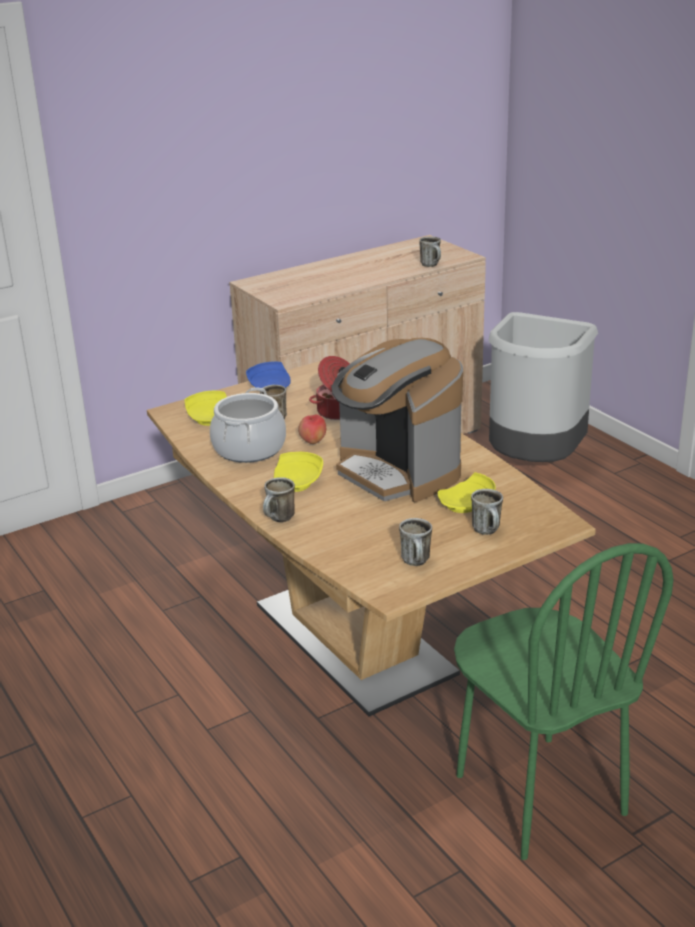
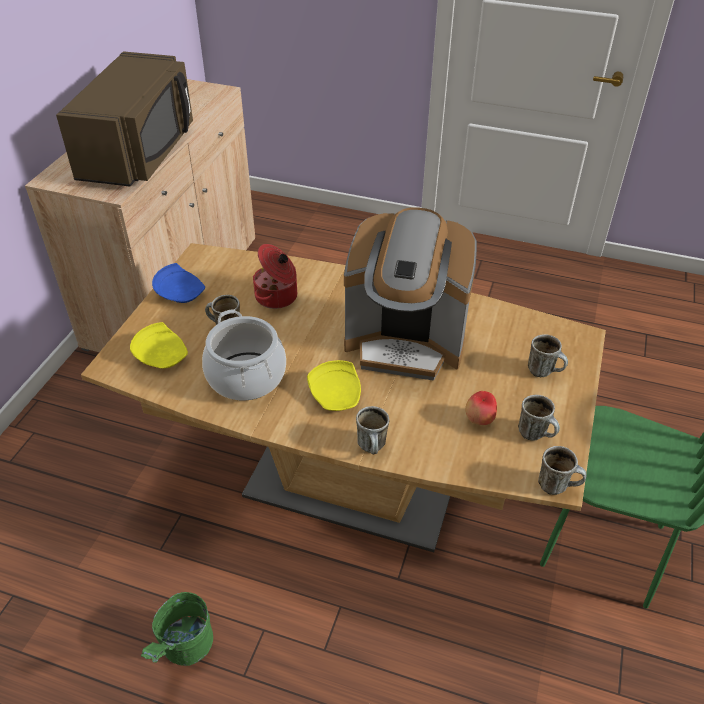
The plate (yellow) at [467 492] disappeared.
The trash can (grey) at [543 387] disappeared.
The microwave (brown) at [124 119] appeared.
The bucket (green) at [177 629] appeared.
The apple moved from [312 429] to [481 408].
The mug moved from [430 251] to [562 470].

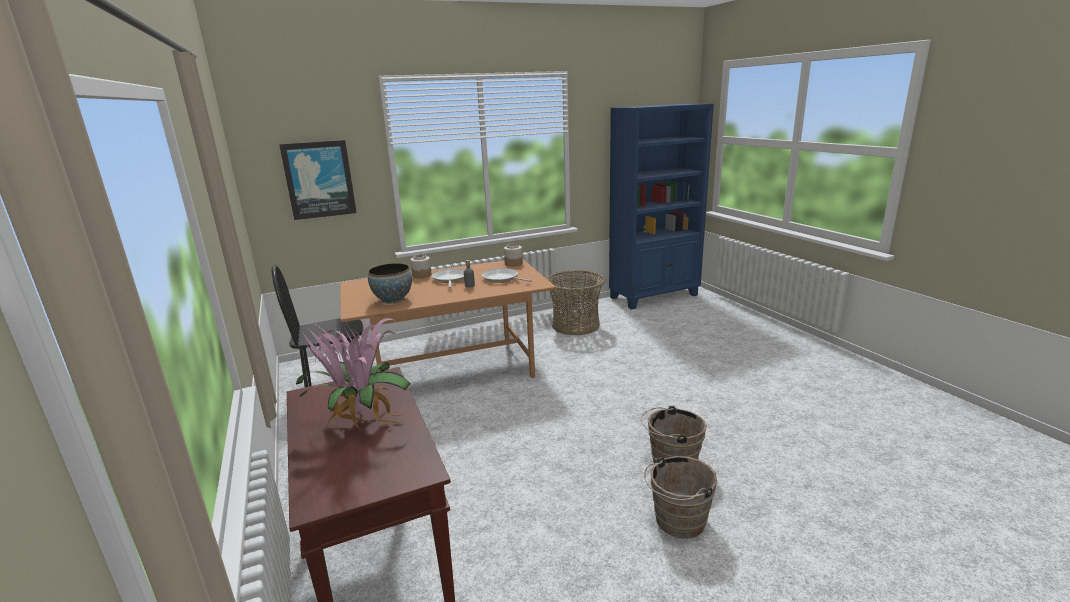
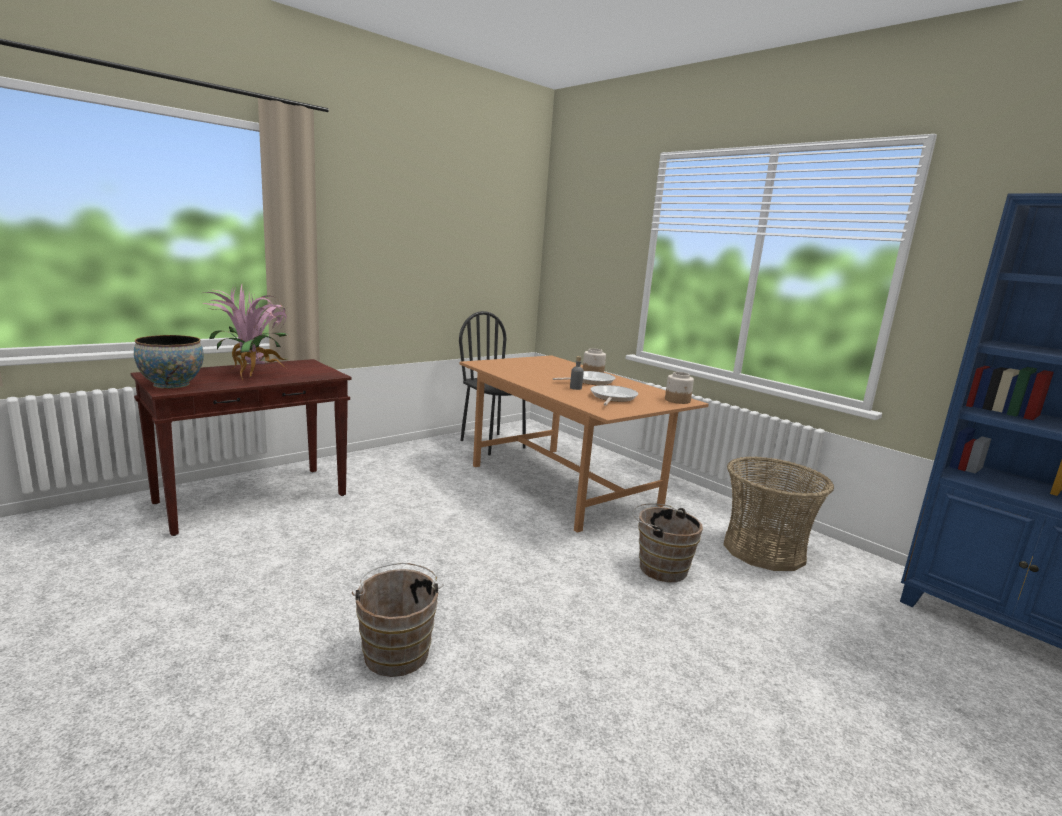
The picture at [318 180] disappeared.
The bowl moved from [390 283] to [169 362].
The bucket (brown) moved from [680 497] to [668 542].

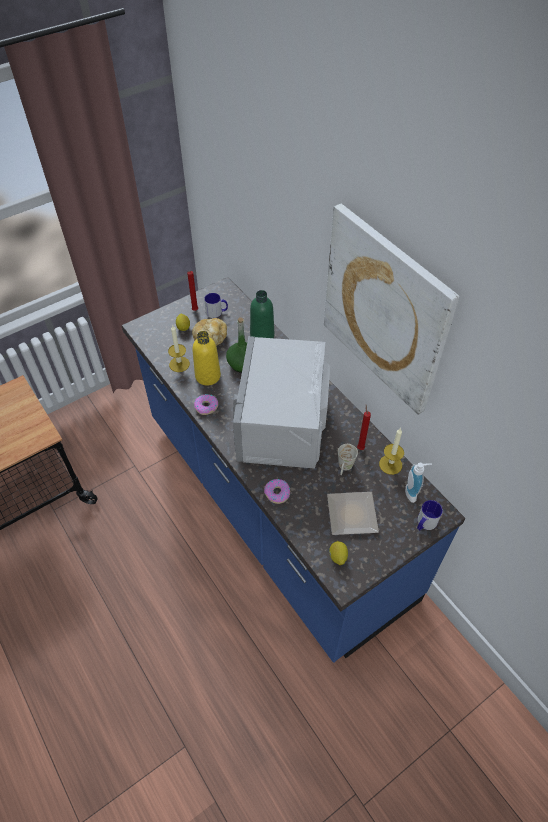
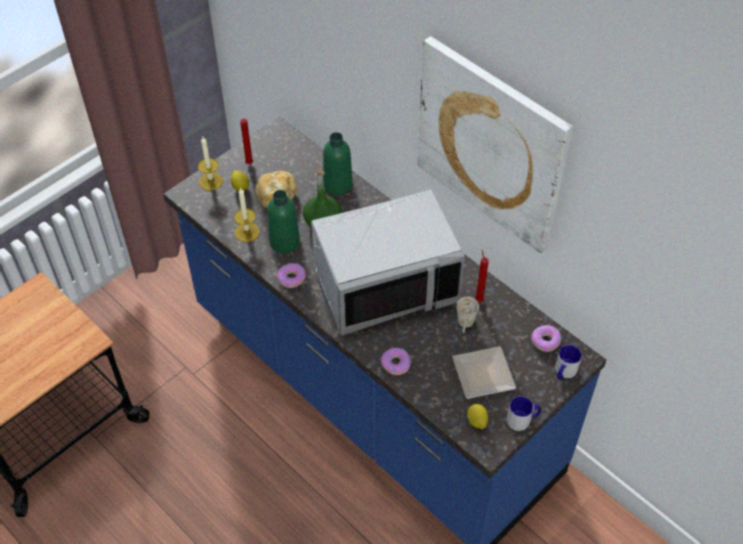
The mug moved from [216 305] to [524 413].
The candle moved from [391 451] to [210 164].
The soap dispenser at [418 483] was replaced by the donut at [546 338].
The bottle (yellow) at [206 358] became the bottle (green) at [283 221].
The microwave (grey) at [281 402] turned 105 degrees counterclockwise.

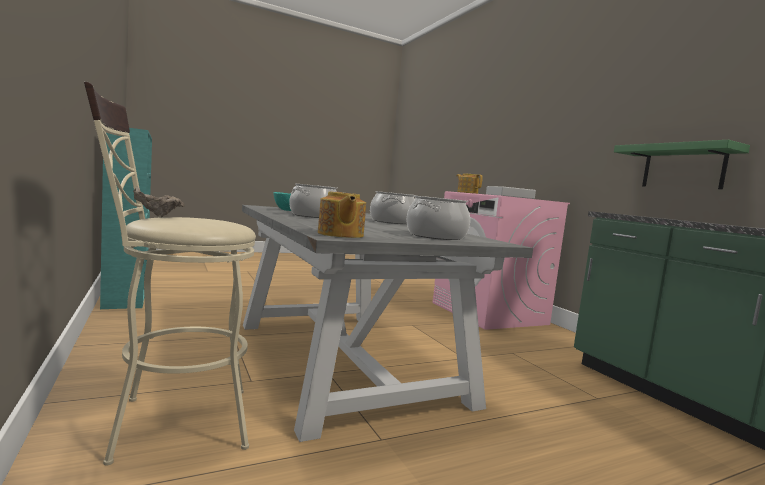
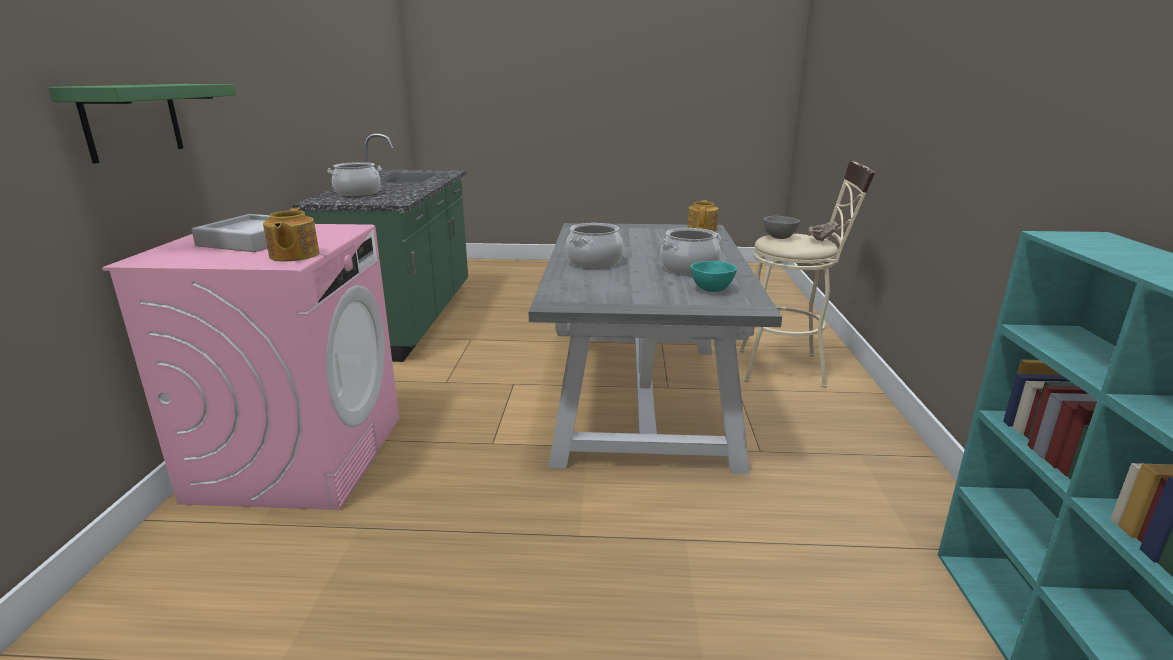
The bowl (grey) at [782 227] appeared.
The cooking pot moved from [438 218] to [354 179].
The shelf (green) moved from [682 164] to [142 124].

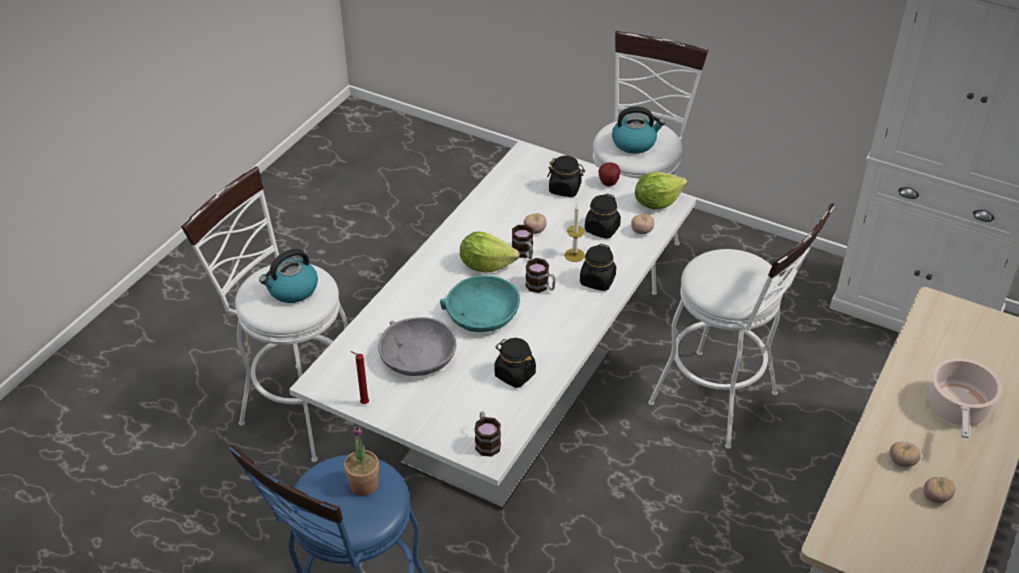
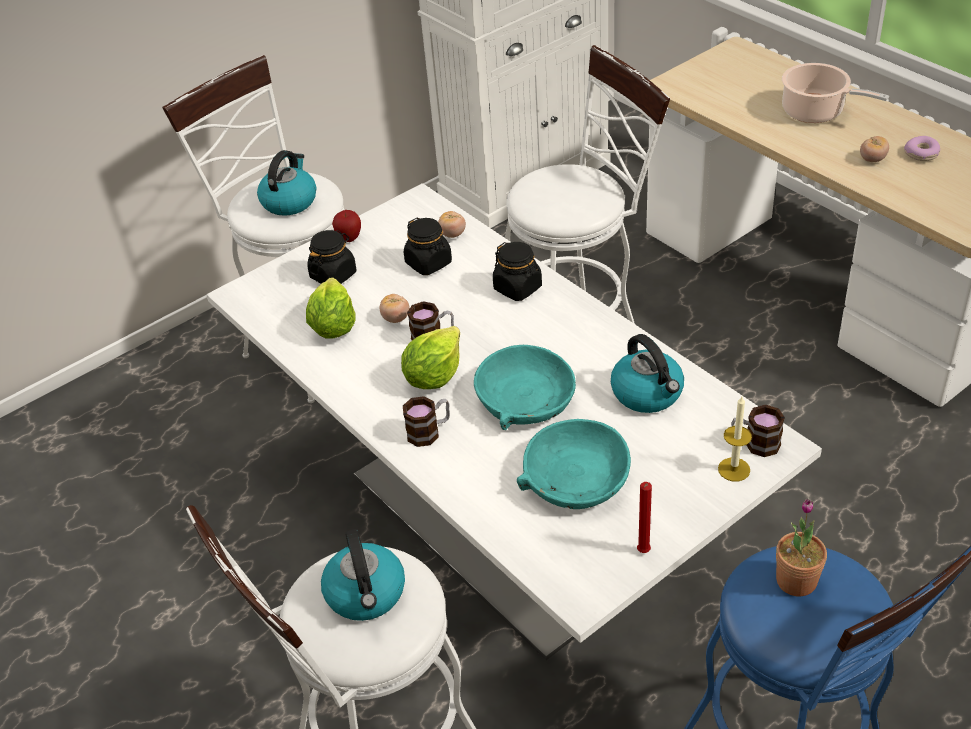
The mug moved from [540 275] to [426 421].
The candle moved from [575 233] to [735 438].
The lettuce moved from [661 190] to [331 308].
The jar (black) at [515 363] was replaced by the kettle at [647 373].
The tomato at [939 490] was replaced by the donut at [922 148].
The bowl (grey) at [417 346] became the bowl (turquoise) at [574 464].

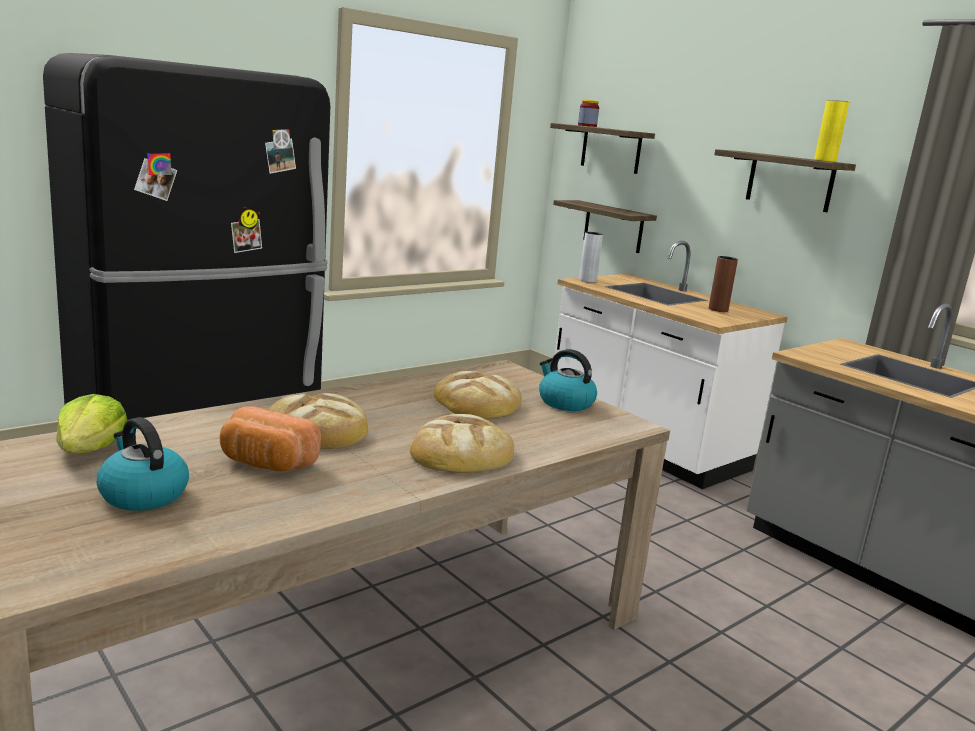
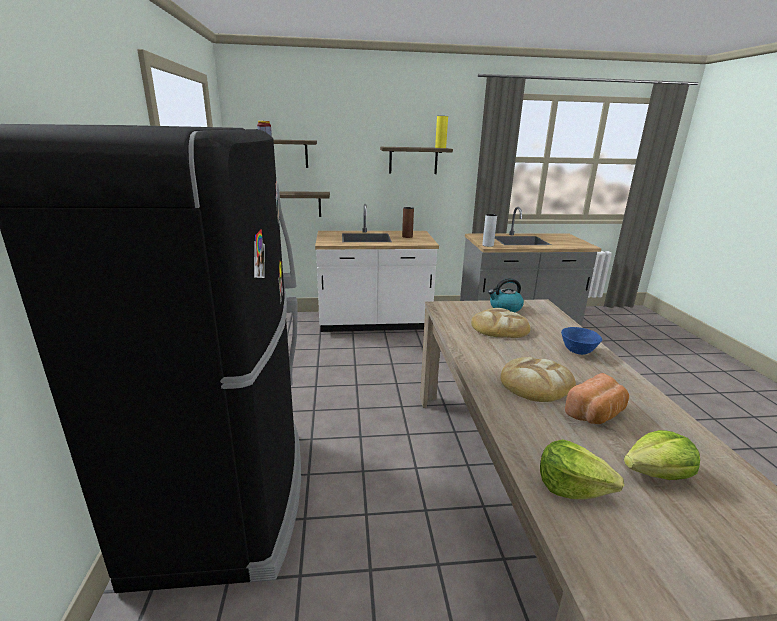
The vase (grey) moved from [591 257] to [489 230].
The kettle at [143 464] was replaced by the lettuce at [662 455].
The bread at [462 443] was replaced by the bowl (blue) at [581 341].

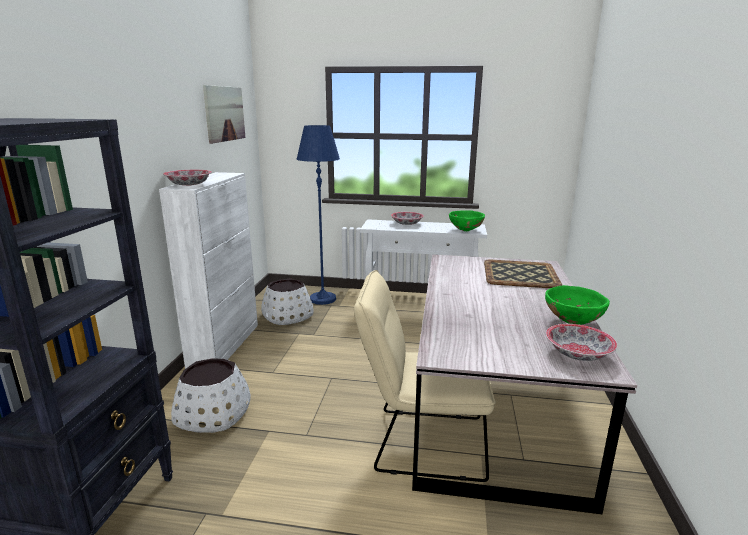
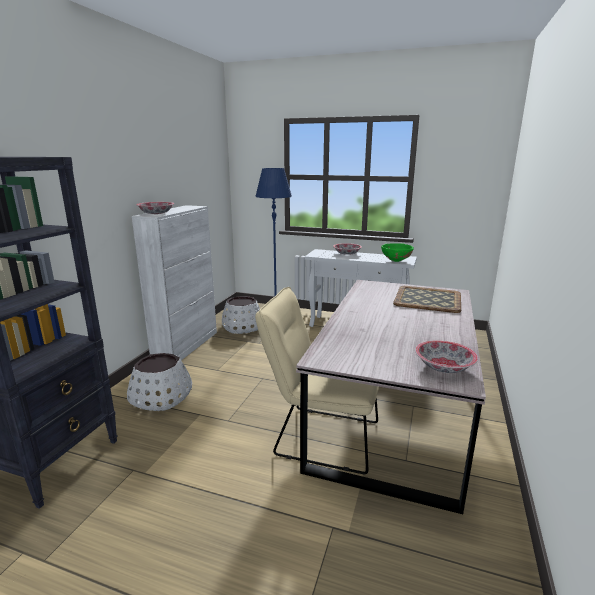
The picture at [224 114] disappeared.
The bowl (green) at [577 305] disappeared.

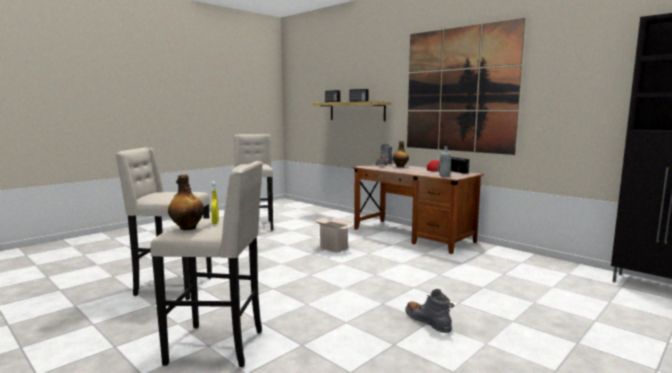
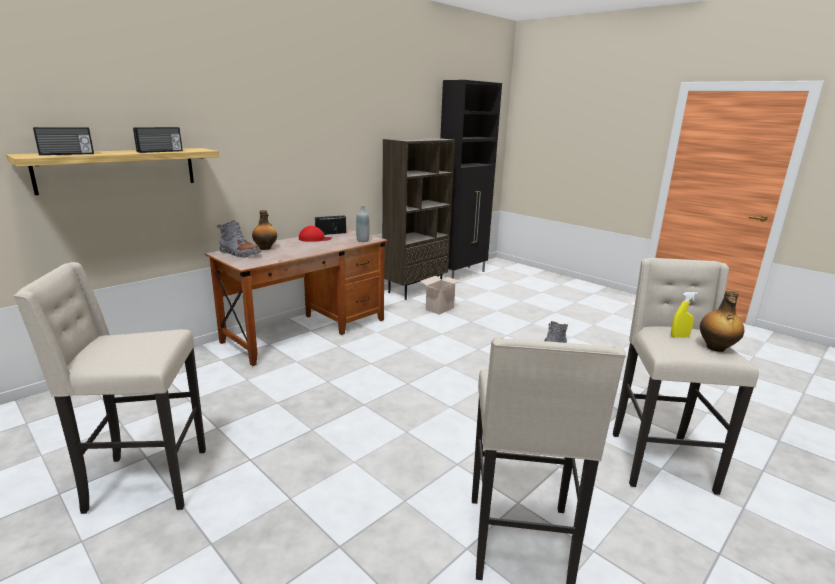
The picture at [466 86] disappeared.
The bookcase (brown) at [418 219] appeared.
The cardboard box moved from [334 235] to [440 295].

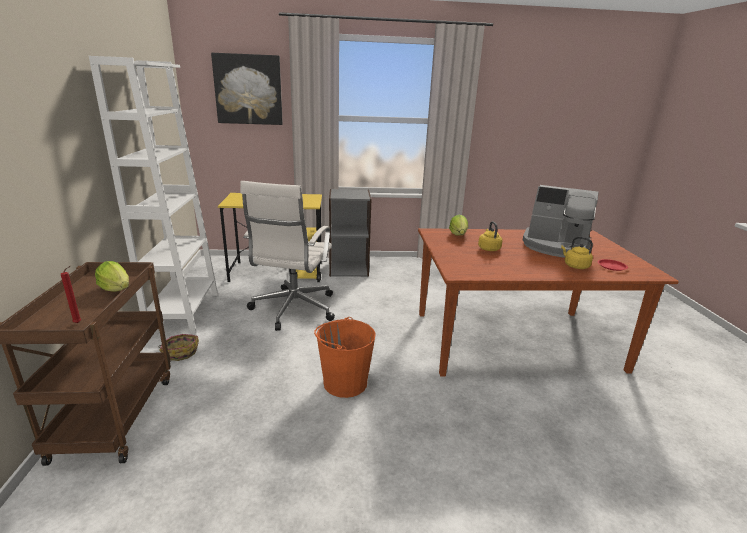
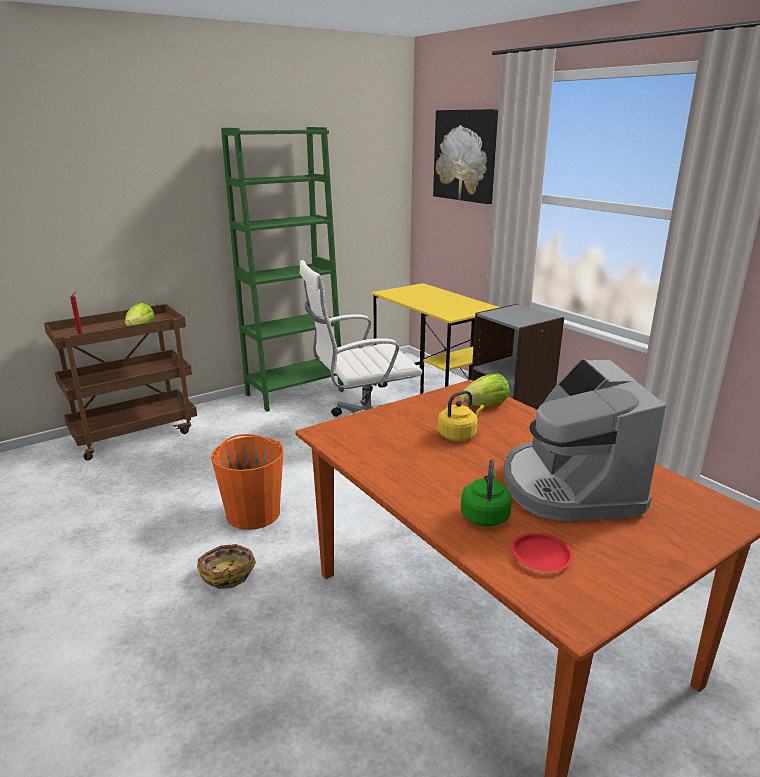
The basket moved from [178 347] to [226 566].
The bookcase (white) at [153 194] became the bookcase (green) at [282 269].
The kettle (yellow) at [577 253] became the kettle (green) at [486 493].

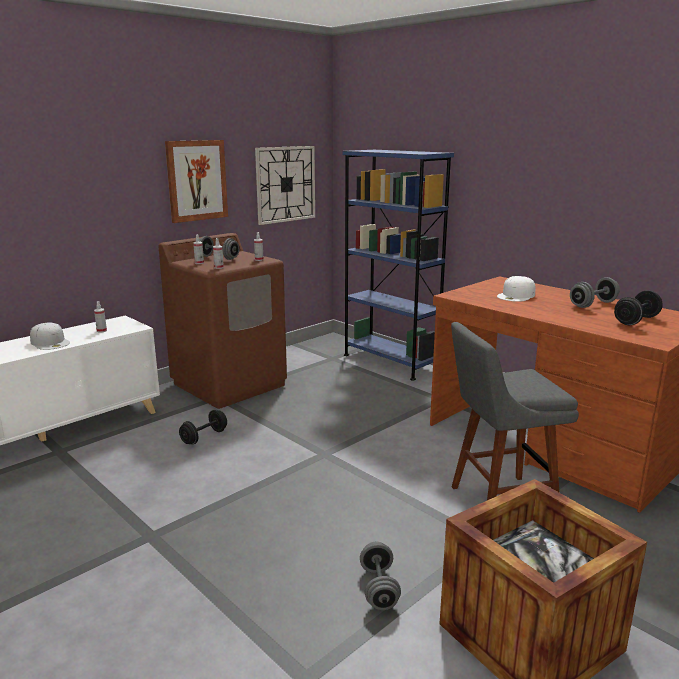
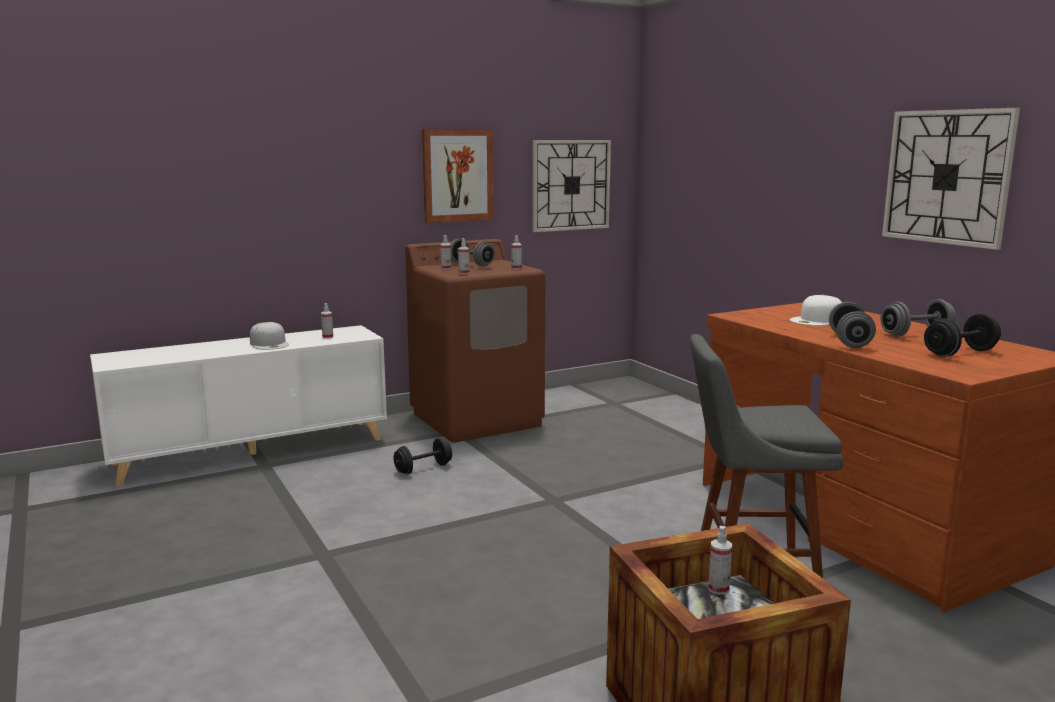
The bookcase (blue) at [398 265] disappeared.
The spray bottle at [720 560] appeared.
The wall clock at [951 179] appeared.
The dumbbell (grey) moved from [380 576] to [852 325].

